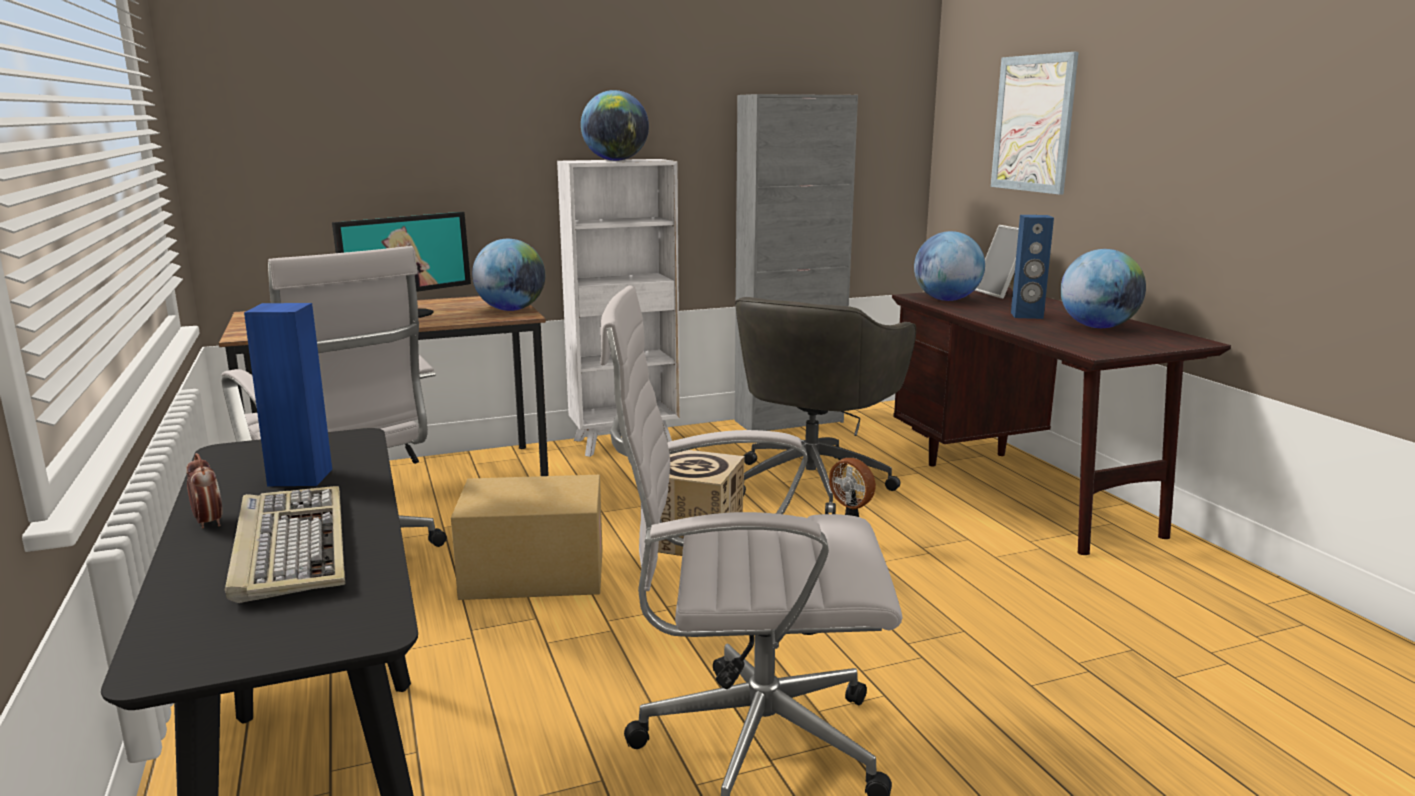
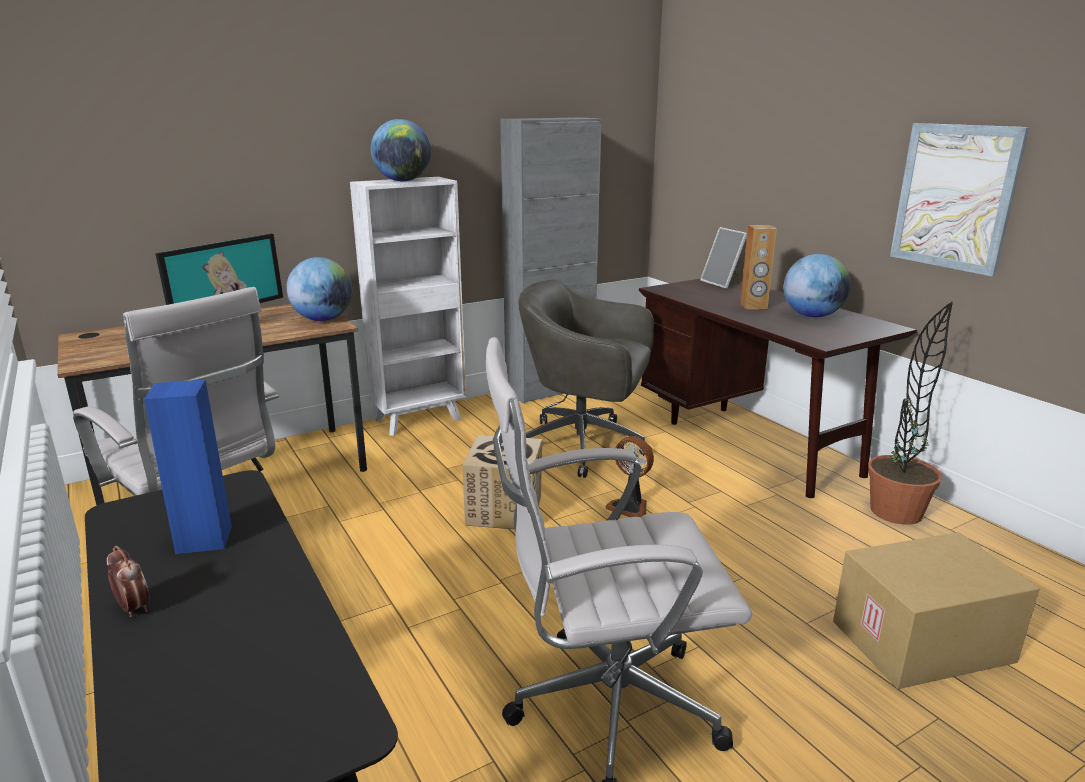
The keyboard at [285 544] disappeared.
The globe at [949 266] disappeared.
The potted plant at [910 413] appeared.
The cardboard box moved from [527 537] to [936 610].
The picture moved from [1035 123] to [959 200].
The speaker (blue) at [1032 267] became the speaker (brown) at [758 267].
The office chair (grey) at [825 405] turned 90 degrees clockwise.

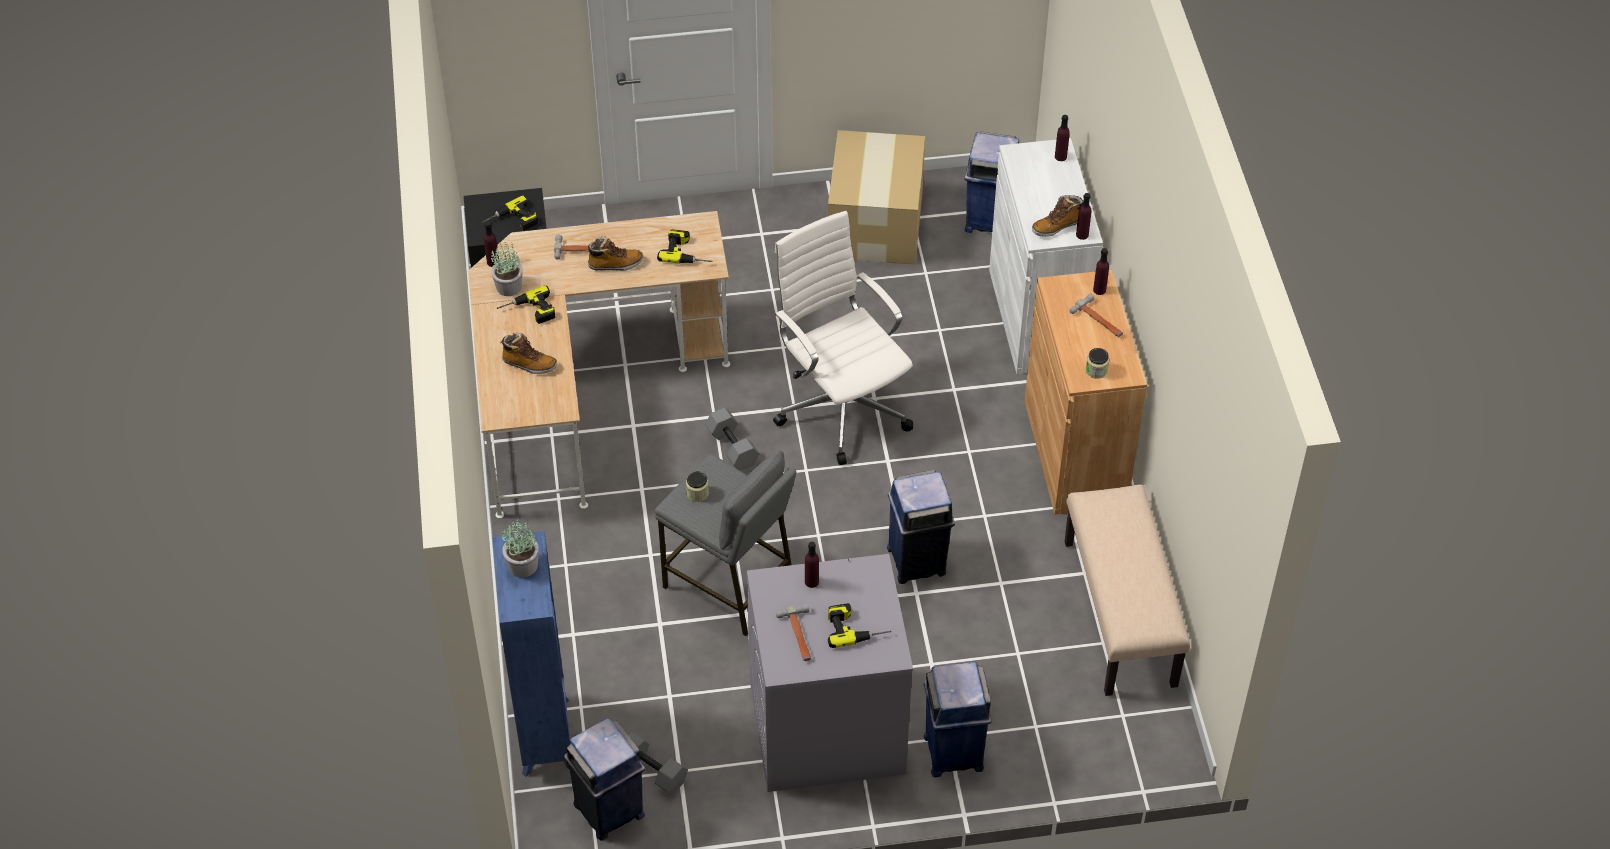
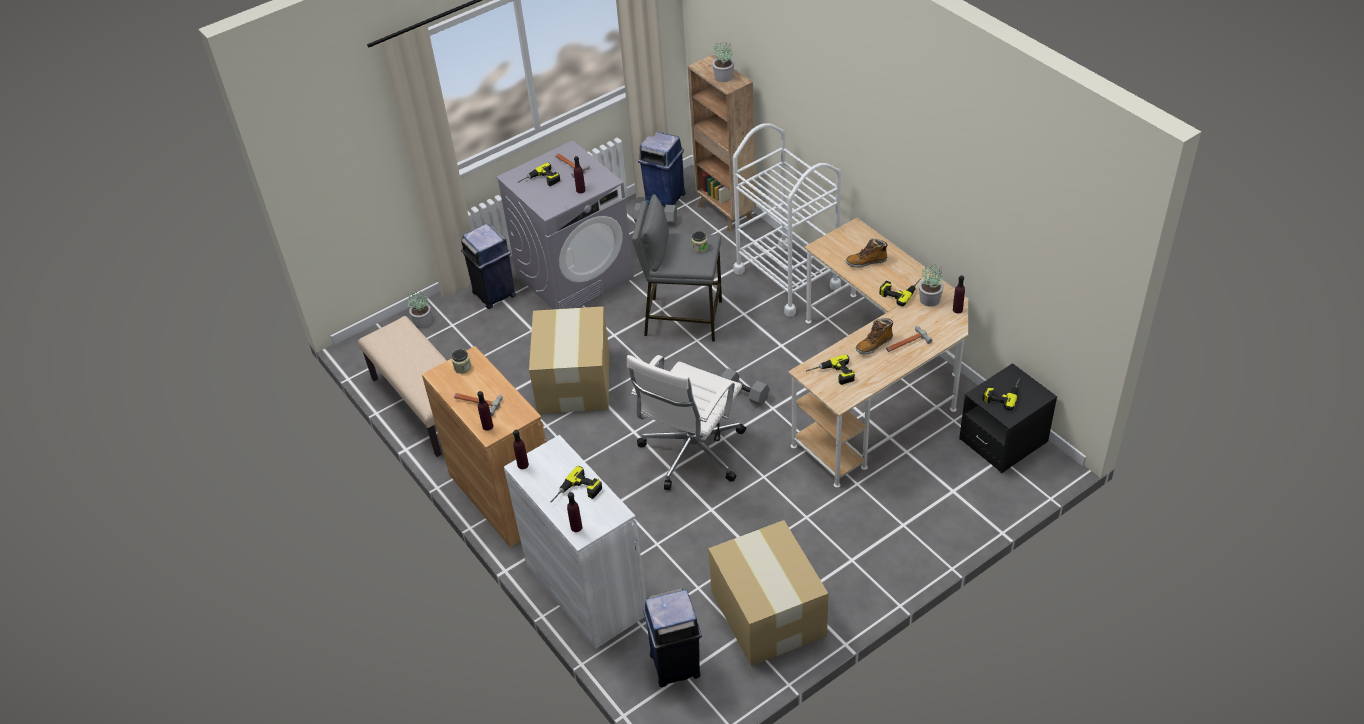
The boot at [1057 216] disappeared.
The potted plant at [420 309] appeared.
The power drill at [576 484] appeared.
The cart (white) at [787 220] appeared.
The trash can (blue) at [921 527] was replaced by the cardboard box at [569 360].
The bookcase (blue) at [531 654] became the bookcase (brown) at [722 142].
The office chair (white) at [843 338] turned 90 degrees clockwise.

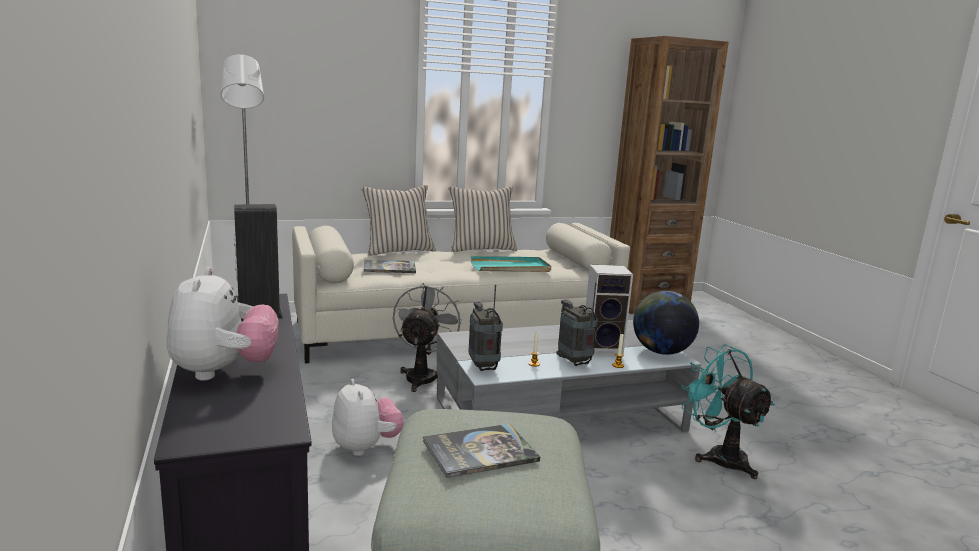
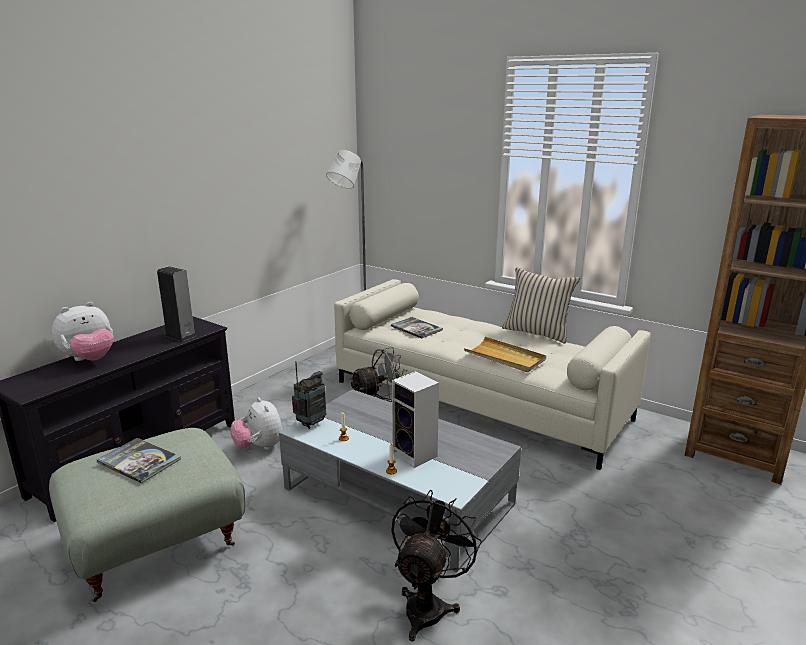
The pillow (beige) at [398 220] disappeared.
The radio at [577 324] disappeared.
The globe at [666 323] disappeared.
The tray (turquoise) at [510 264] became the tray (beige) at [505 354].
The fan (turquoise) at [728 411] became the fan (black) at [436 565].
The plush toy at [368 417] turned 120 degrees clockwise.

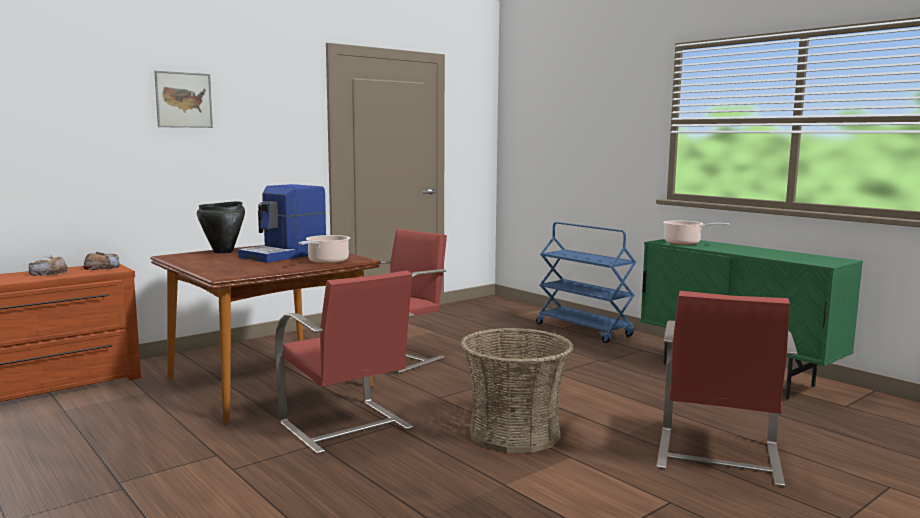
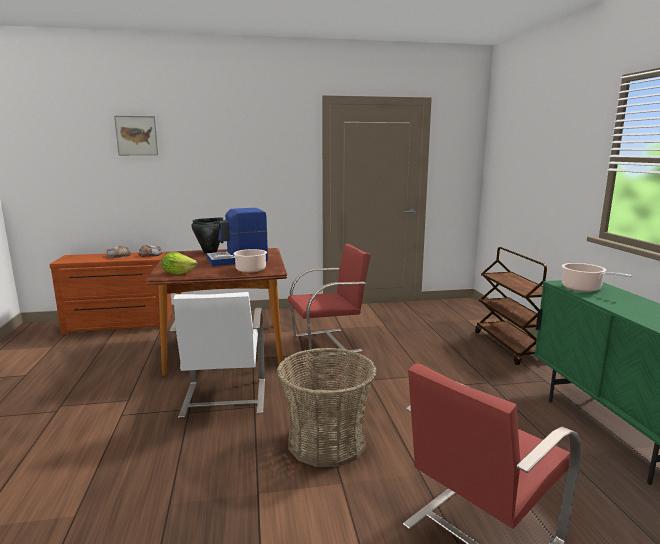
The lettuce at [179 263] appeared.
The picture moved from [183 99] to [136 136].
The chair (red) at [344 362] became the chair (white) at [217 355].
The cart (blue) at [586 282] became the cart (brown) at [511 306].

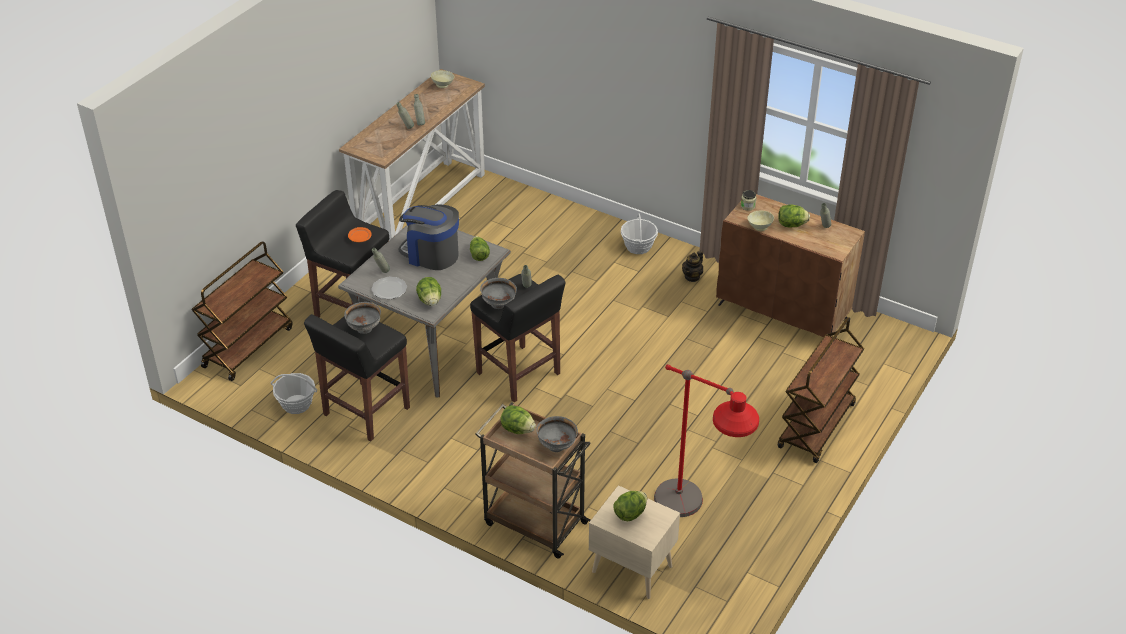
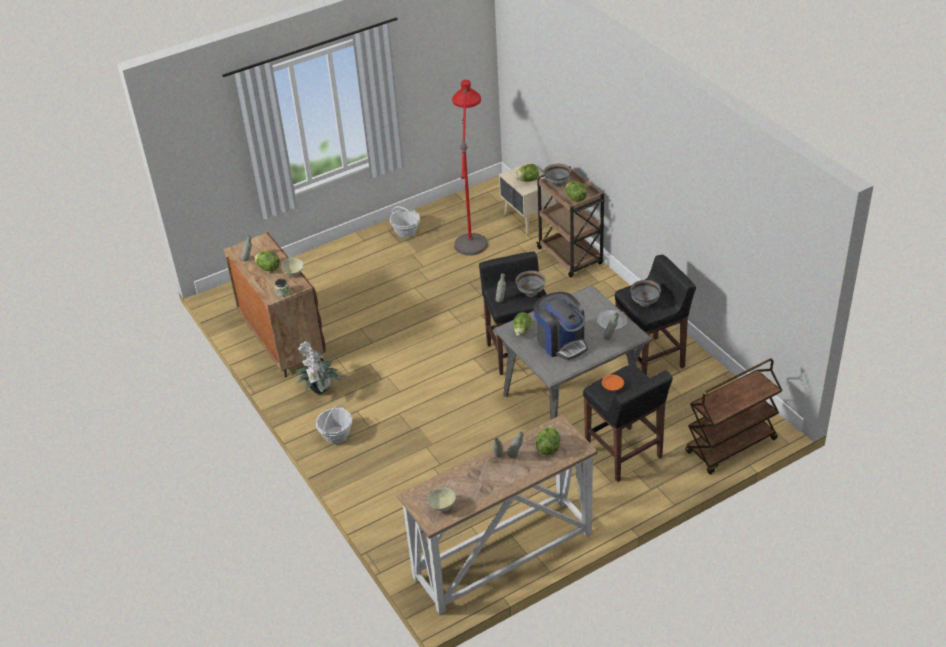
The cart (brown) at [821 390] disappeared.
The basket moved from [294 393] to [405 222].
The lettuce moved from [428 291] to [548 440].
The teapot at [692 266] was replaced by the potted plant at [317 367].

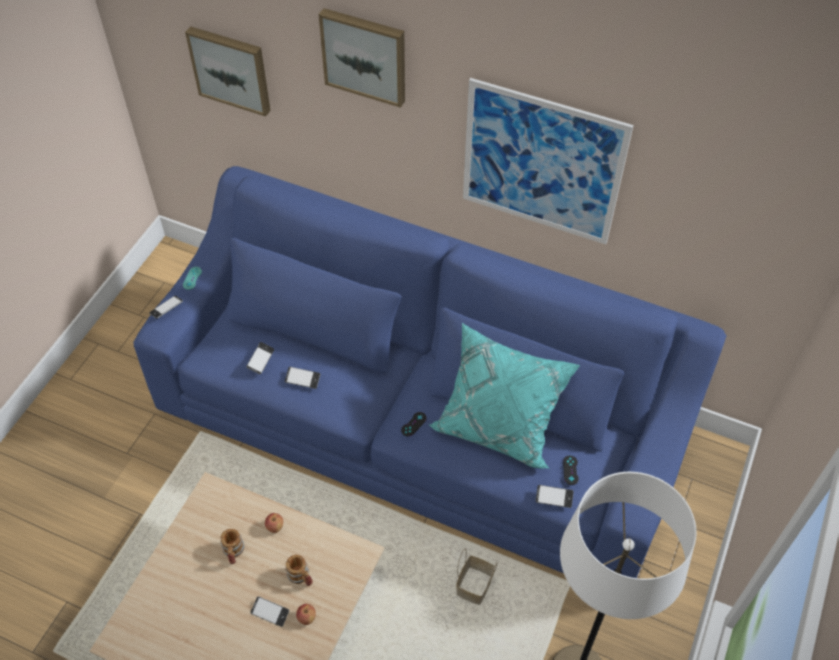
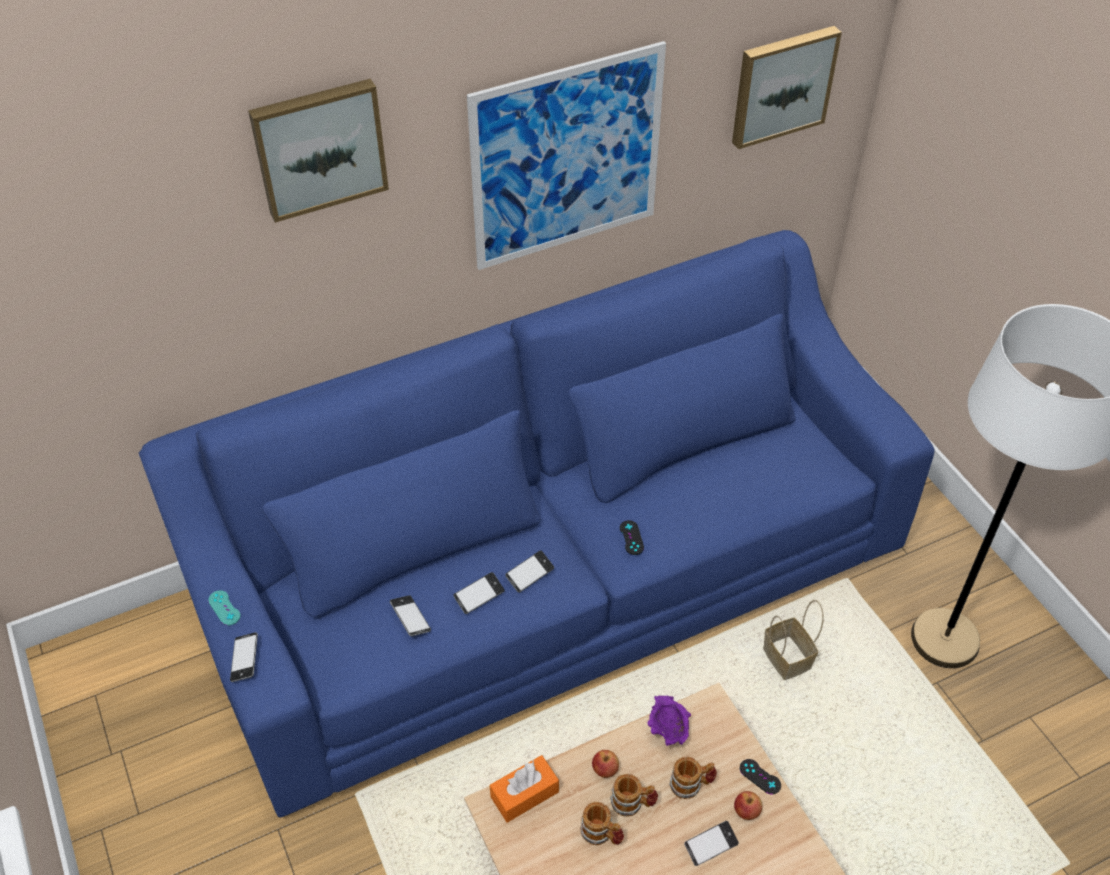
The pillow (turquoise) at [504 395] disappeared.
The tissue box (orange) at [524 789] appeared.
The mug at [634 795] appeared.
The bowl (purple) at [669 721] appeared.
The picture moved from [228 71] to [787 87].
The phone moved from [555 496] to [529 571].
The game controller (black) moved from [571 470] to [760 776].

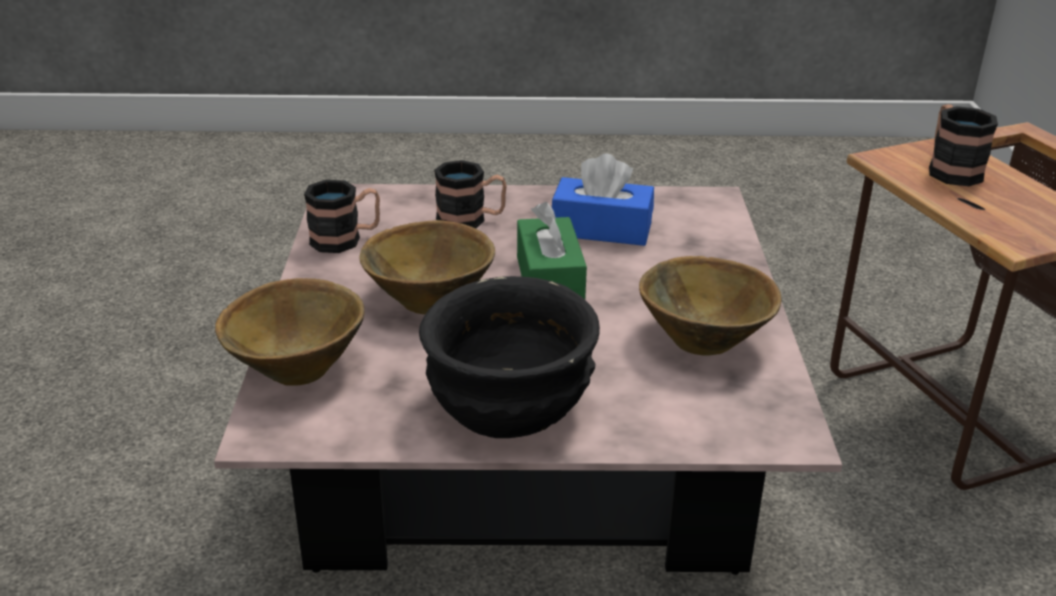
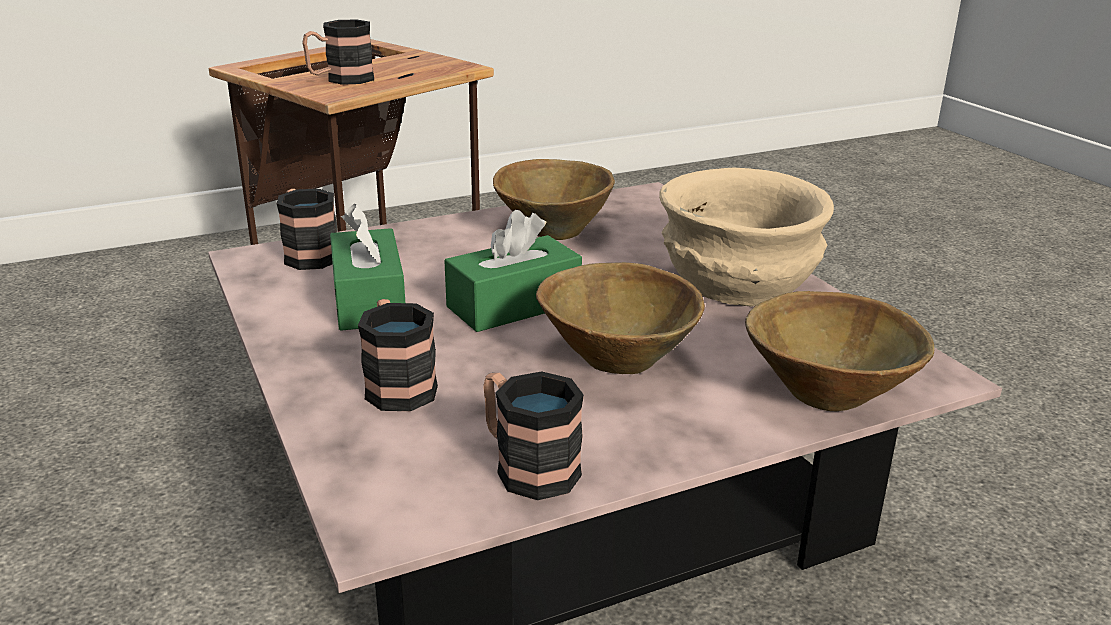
The mug at [306 229] appeared.
The bowl (black) at [509 357] became the bowl (beige) at [746 237].
The tissue box (blue) at [603 199] became the tissue box (green) at [367 267].

